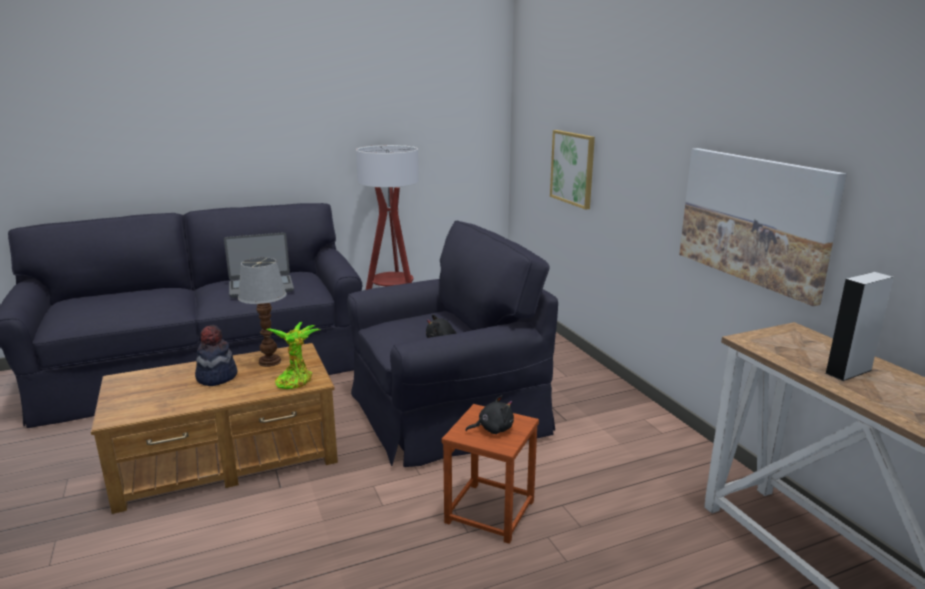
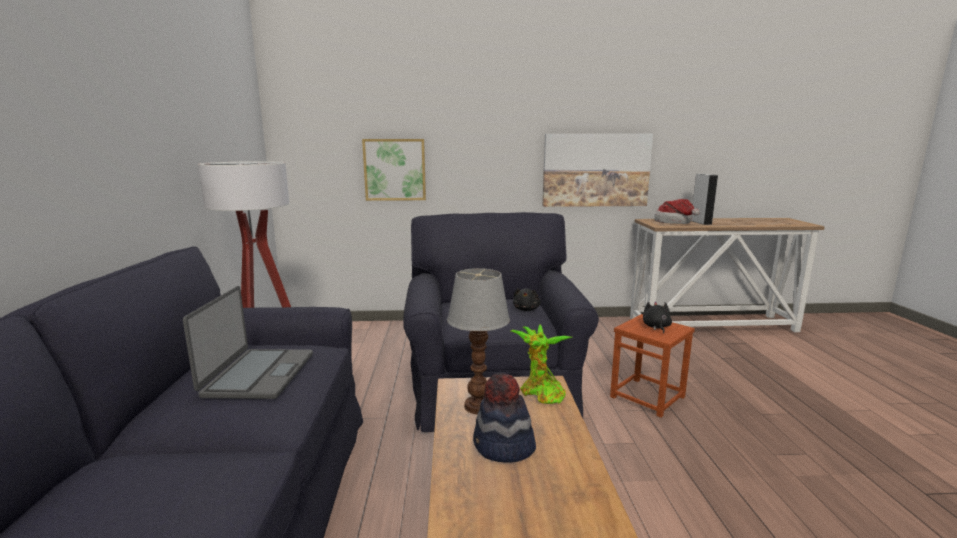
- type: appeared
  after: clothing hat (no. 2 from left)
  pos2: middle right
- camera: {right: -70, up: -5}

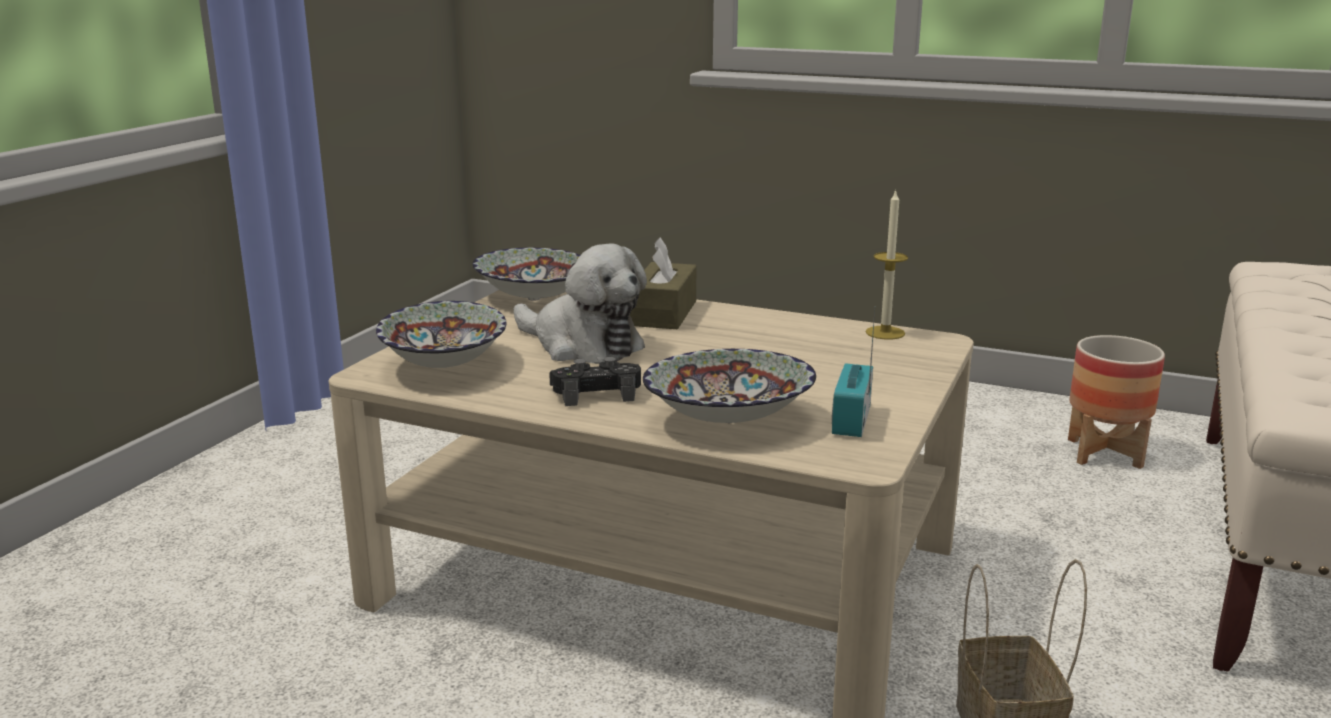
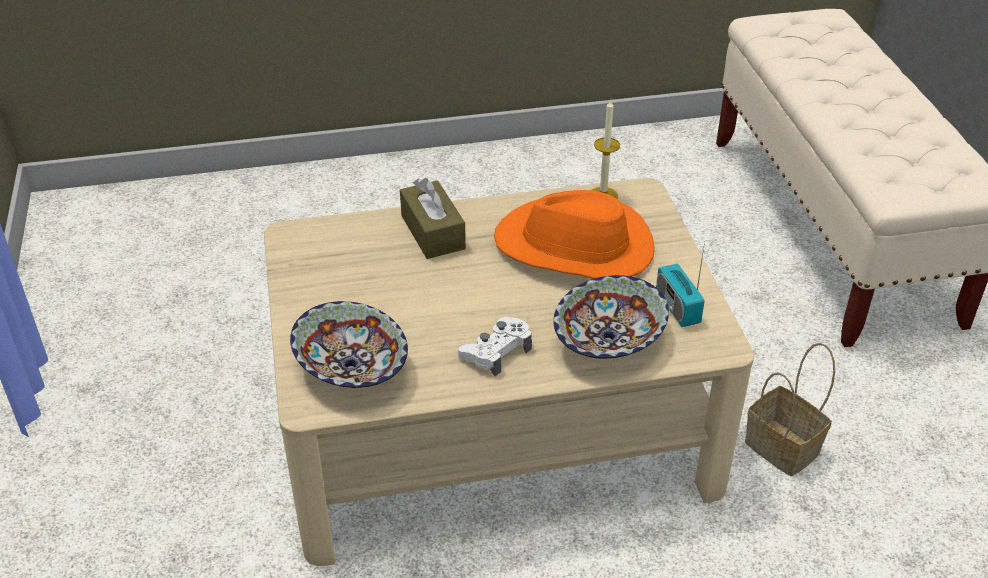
- type: missing
  before: serving bowl (no. 2 from left)
  pos1: centre
- type: missing
  before: plush toy
  pos1: centre
- type: missing
  before: planter
  pos1: middle right
- type: appeared
  after: orange-coloured clothing hat
  pos2: centre
- type: colour
  before: black-coloured joypad
  after: white-coloured joypad
  pos1: centre
  pos2: centre
- camera: {right: -35, up: 20}

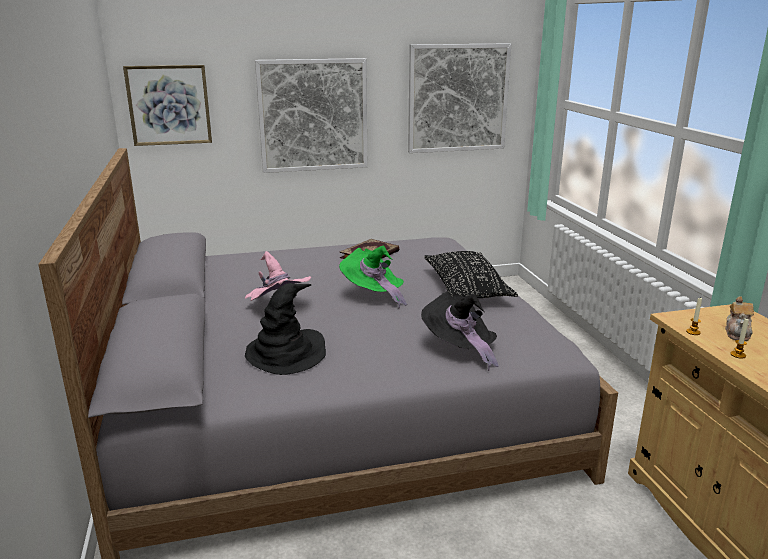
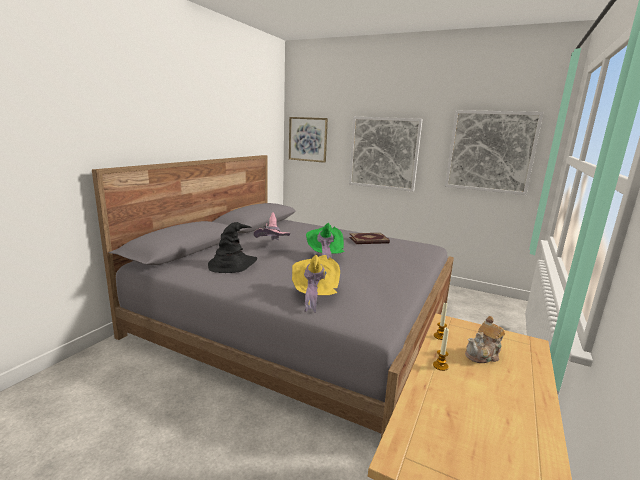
- type: missing
  before: black-coloured pillow
  pos1: centre
- type: colour
  before: black-coloured clothing hat (no. 2 from left)
  after: yellow clothing hat
  pos1: centre
  pos2: centre
- camera: {right: 40, up: -5}

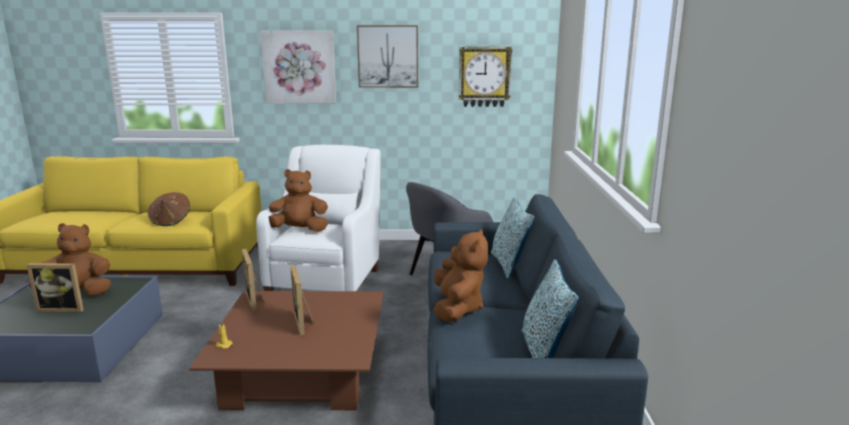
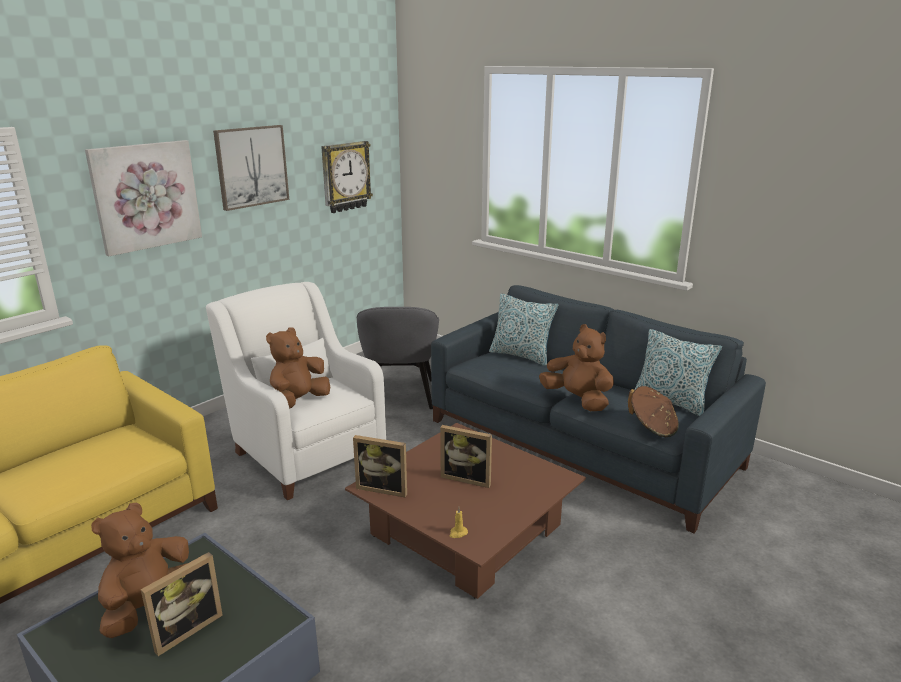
- type: relocated
  before: brown-coloured clothing hat
  pos1: middle left
  pos2: middle right
- camera: {right: -50, up: 5}

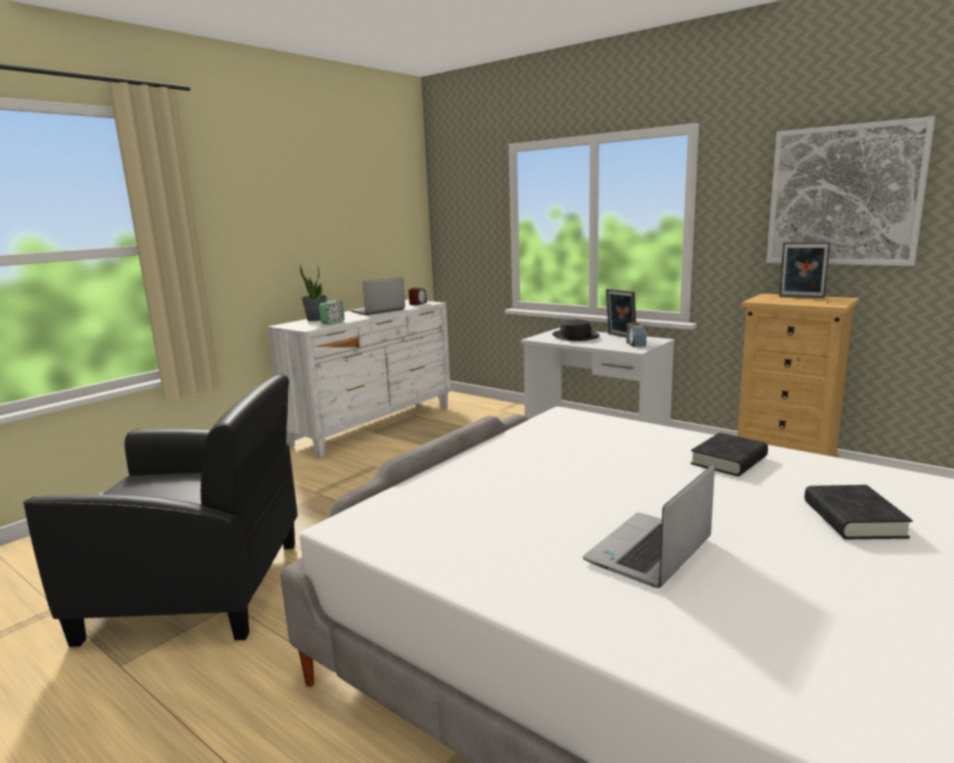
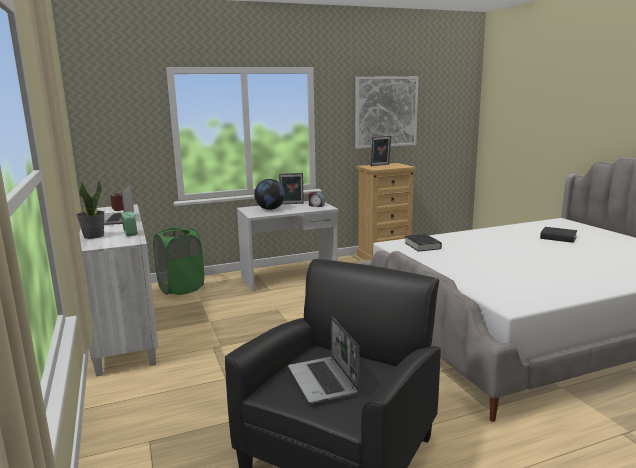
- type: appeared
  after: green washing basket
  pos2: middle left
- type: relocated
  before: laptop (no. 2 from left)
  pos1: bottom right
  pos2: bottom centre
- type: relocated
  before: black-coloured volume (no. 1 from left)
  pos1: middle right
  pos2: centre
- type: exchanged
  before: black-coloured clothing hat
  after: world globe
  pos1: centre
  pos2: centre
- camera: {right: -60, up: 0}

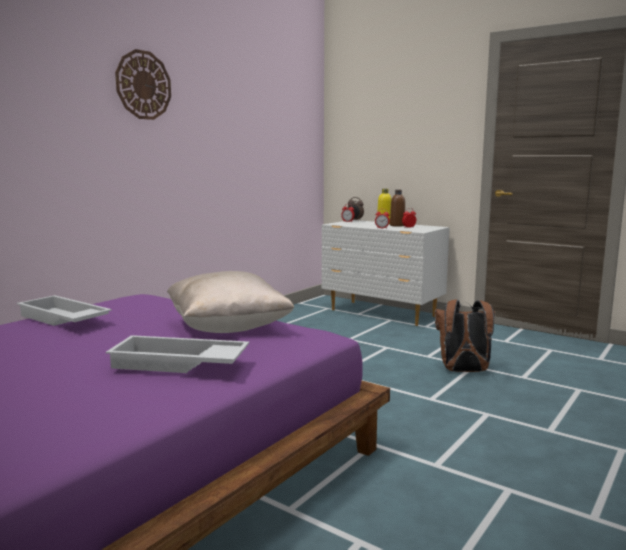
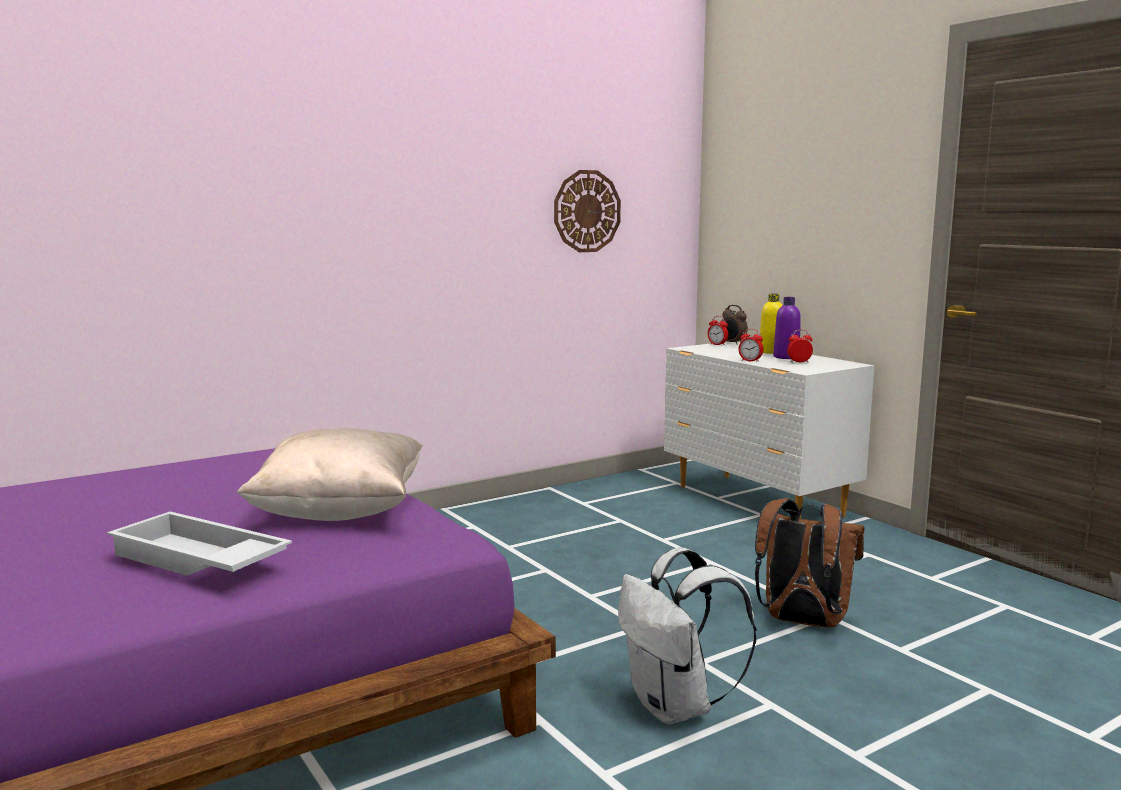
- type: missing
  before: white-coloured serving tray (no. 1 from left)
  pos1: middle left
- type: appeared
  after: white-coloured knapsack
  pos2: bottom centre
- type: relocated
  before: hanging clock
  pos1: top left
  pos2: top centre
- type: colour
  before: brown-coloured drink bottle
  after: purplish drink bottle
  pos1: centre
  pos2: middle right
- camera: {right: 20, up: 0}

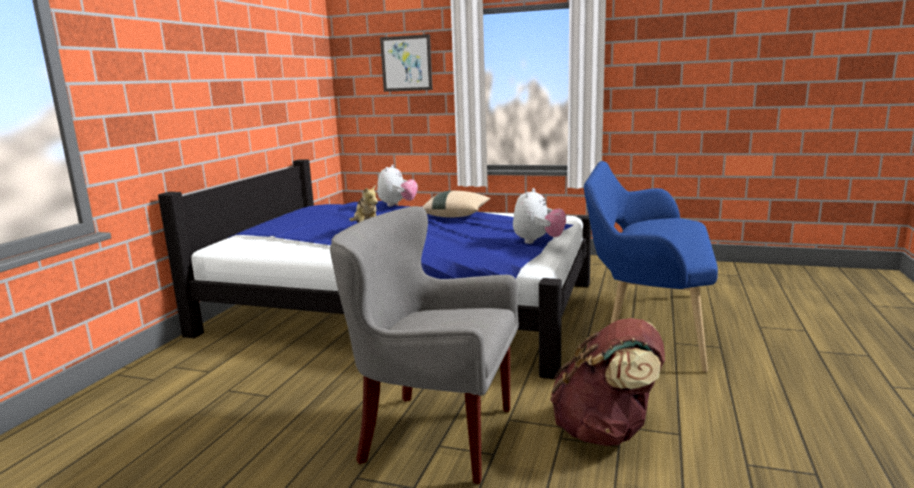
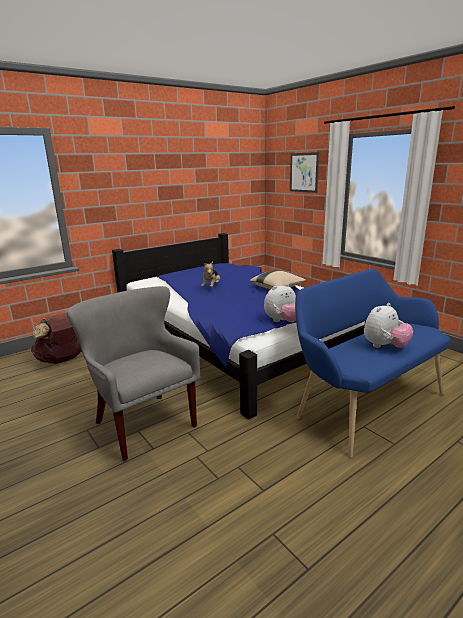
- type: relocated
  before: plush toy (no. 2 from left in the first image)
  after: plush toy (no. 3 from left)
  pos1: centre
  pos2: middle right
- type: relocated
  before: brown-coloured knapsack
  pos1: bottom centre
  pos2: middle left
- camera: {right: 35, up: 5}

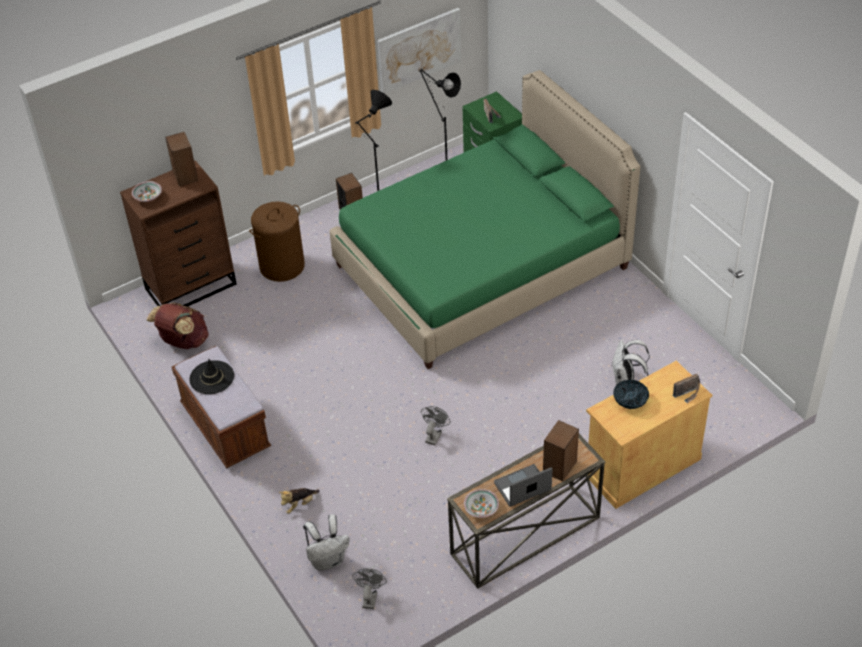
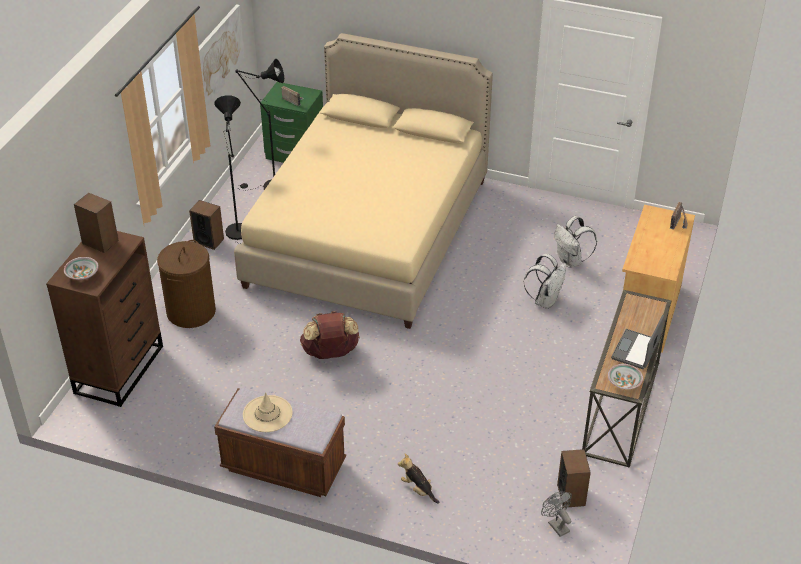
- type: missing
  before: grey electric fan (no. 2 from left)
  pos1: centre
- type: missing
  before: serving bowl (no. 3 from left)
  pos1: middle right
- type: relocated
  before: brown-coloured knapsack
  pos1: middle left
  pos2: centre
- type: relocated
  before: white-coloured knapsack (no. 1 from left)
  pos1: bottom centre
  pos2: middle right
- type: relocated
  before: loudspeaker (no. 3 from left)
  pos1: bottom centre
  pos2: bottom right
- type: colour
  before: black-coloured clothing hat
  after: beige clothing hat
  pos1: middle left
  pos2: bottom centre
- type: colour
  before: green bed
  after: beige bed
  pos1: centre
  pos2: top centre
- type: spun
  before: plush toy
  pos1: bottom centre
  pos2: bottom centre
  turn: 120
- camera: {right: -40, up: -5}

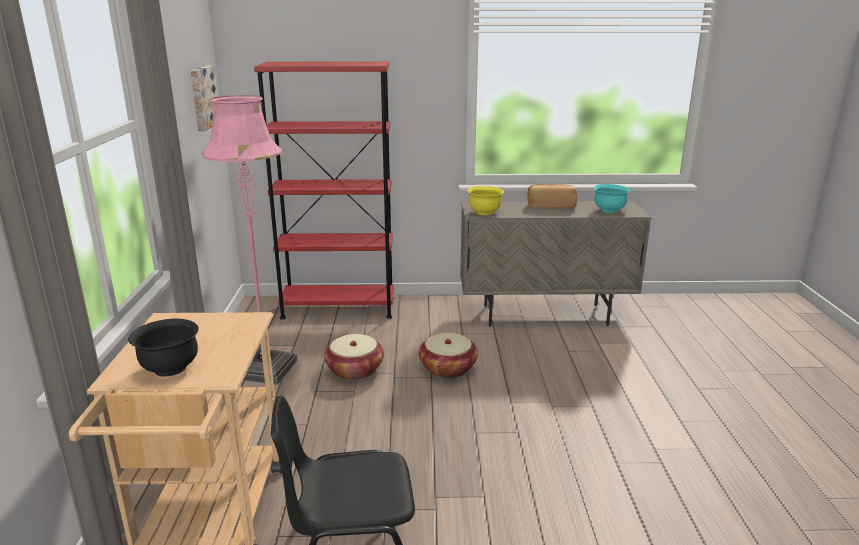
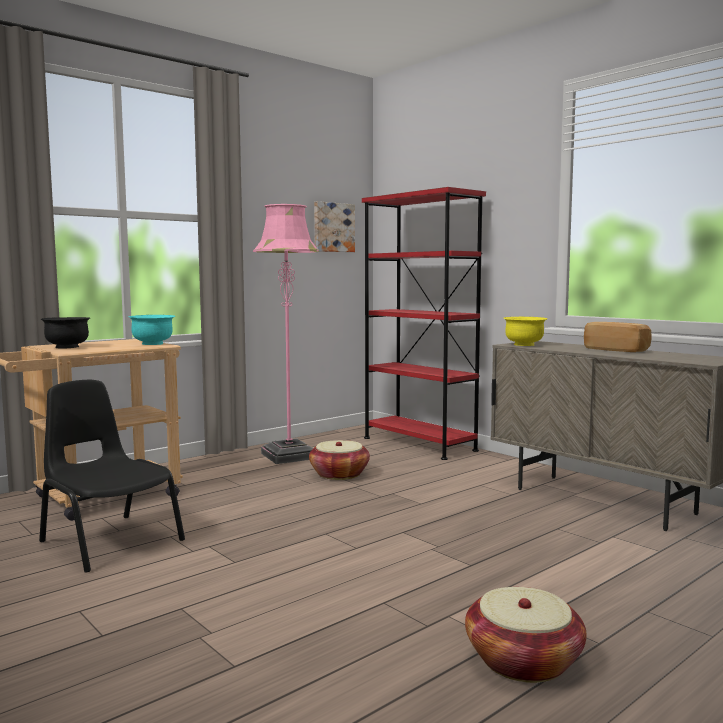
- type: relocated
  before: storage basket (no. 2 from left)
  pos1: centre
  pos2: bottom right
- type: relocated
  before: turquoise serving bowl
  pos1: middle right
  pos2: middle left
- camera: {right: 50, up: -15}

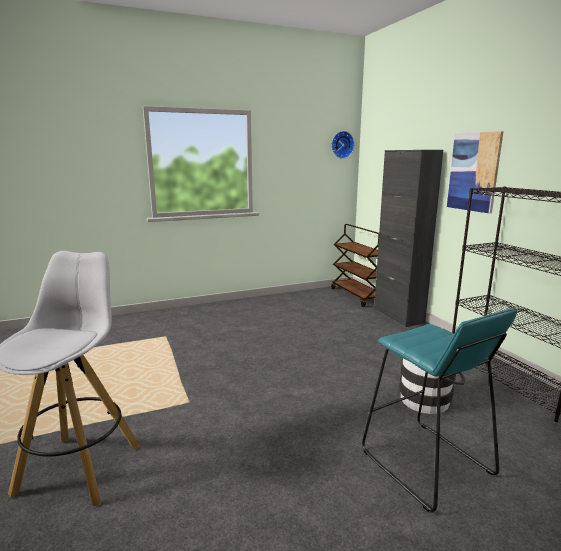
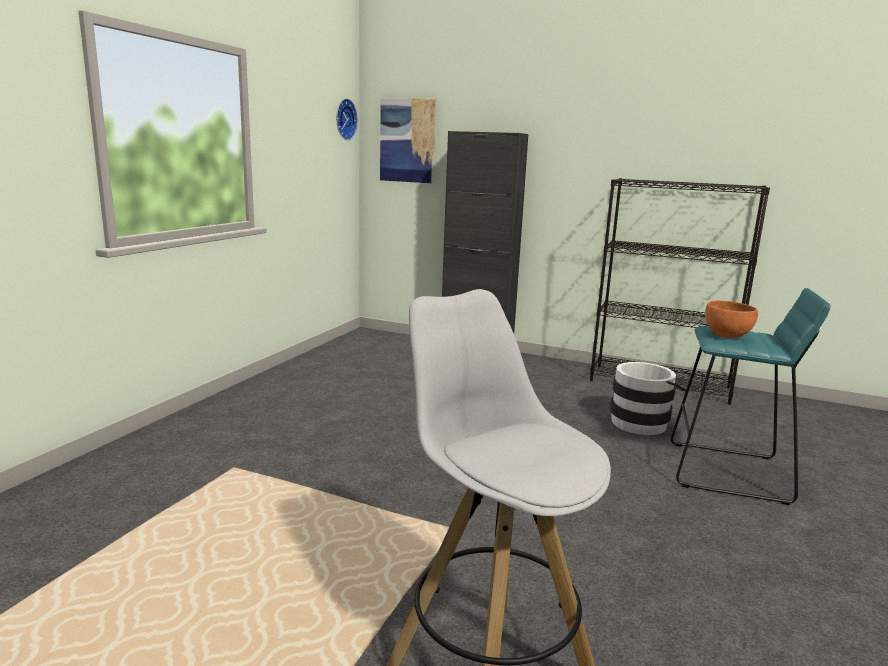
- type: missing
  before: brown-coloured wheeled cart
  pos1: centre
- type: appeared
  after: orange-coloured serving bowl
  pos2: middle right
- type: relocated
  before: wall art
  pos1: top right
  pos2: top centre
- camera: {right: -45, up: 0}

